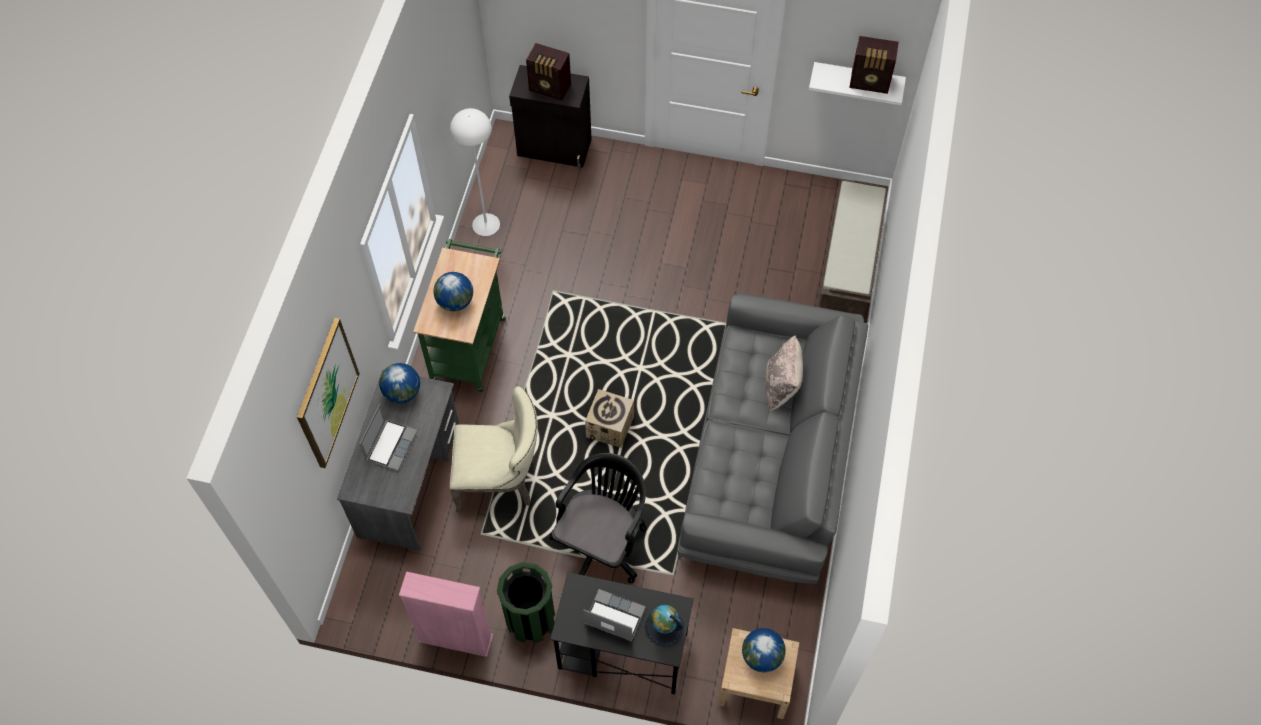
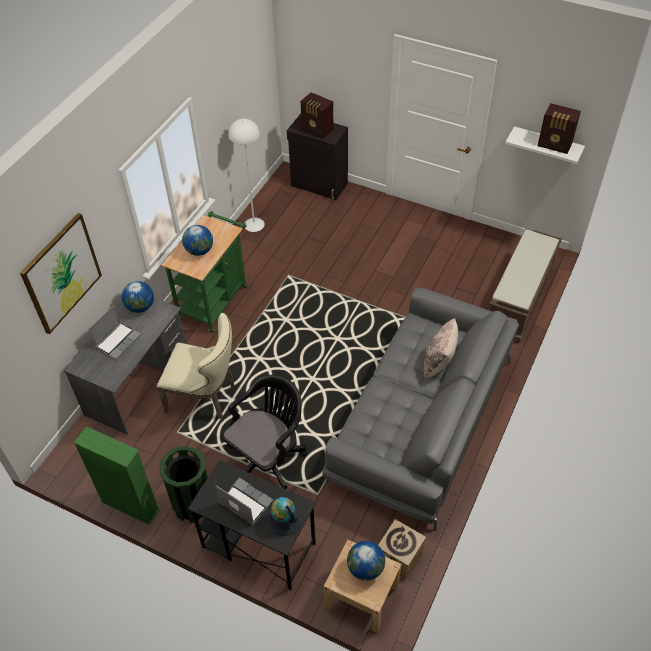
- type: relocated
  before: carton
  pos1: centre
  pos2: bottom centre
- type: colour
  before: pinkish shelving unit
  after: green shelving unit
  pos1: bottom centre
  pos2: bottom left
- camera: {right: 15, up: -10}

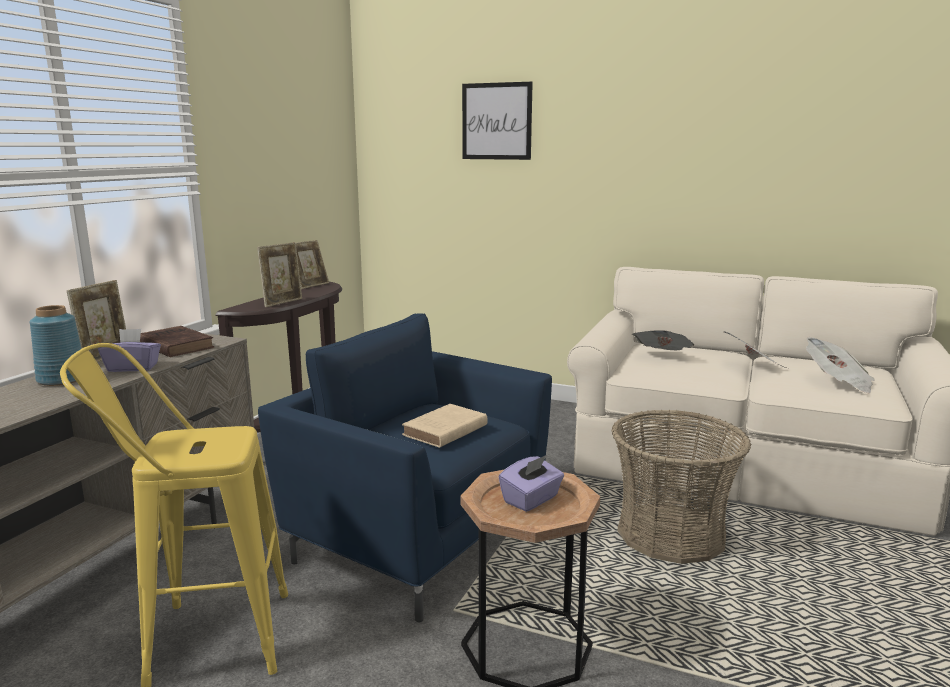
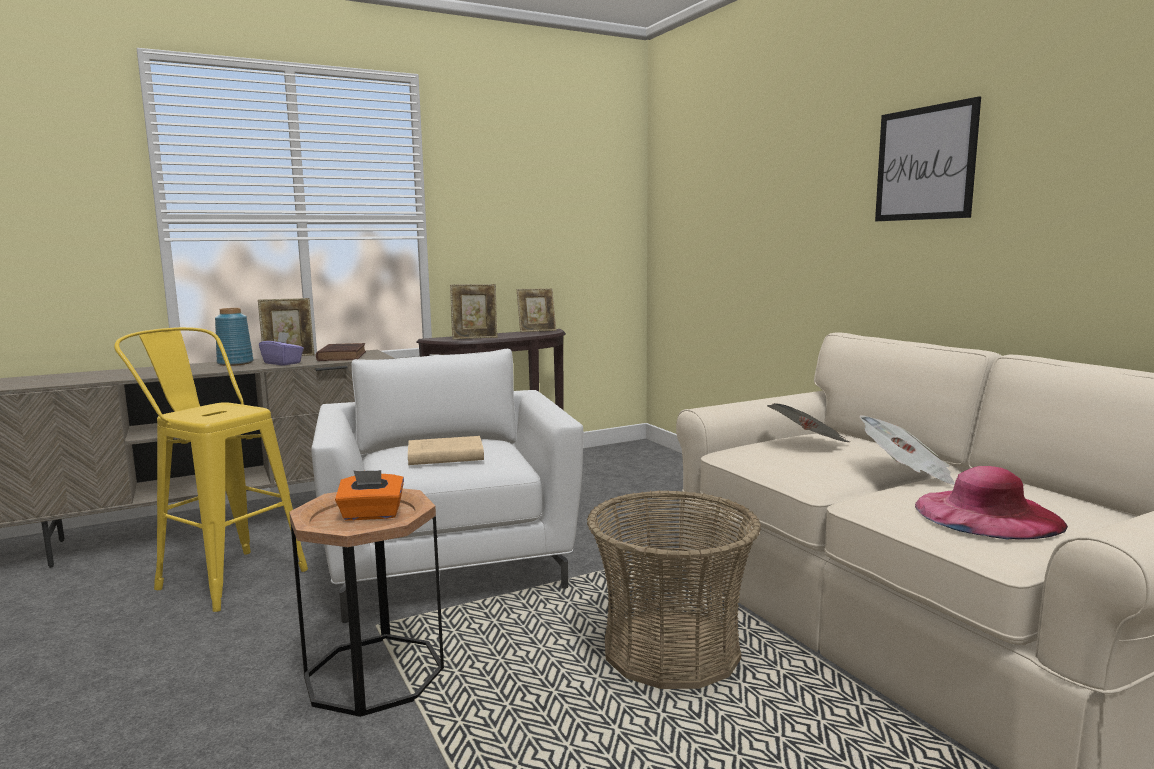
- type: relocated
  before: wall art
  pos1: top centre
  pos2: top right
- type: exchanged
  before: printed paper (no. 3 from left)
  after: pinkish clothing hat
  pos1: middle right
  pos2: middle right
- type: colour
  before: blue-coloured armchair
  after: white-coloured armchair
  pos1: bottom centre
  pos2: centre
- type: colour
  before: purplish tissue box (no. 2 from left)
  after: orange-coloured tissue box
  pos1: bottom centre
  pos2: middle left
- camera: {right: 40, up: -5}

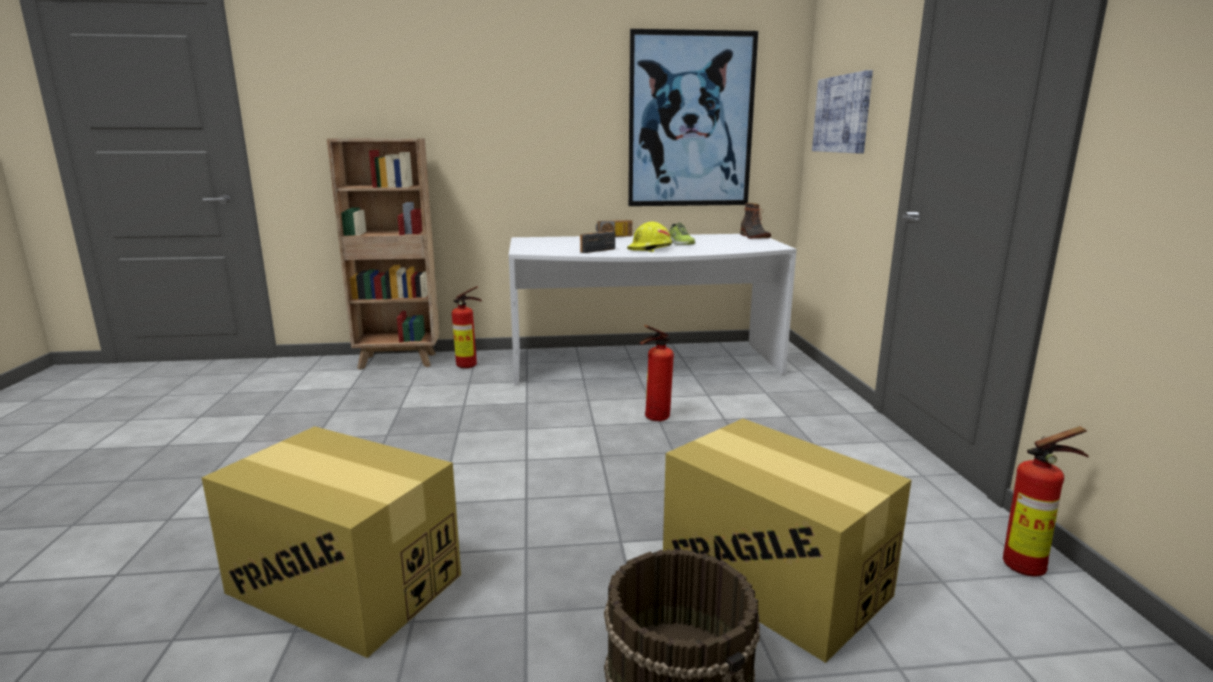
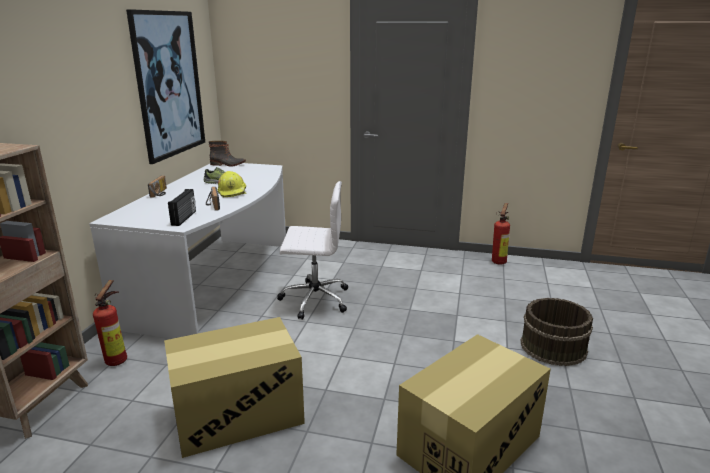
- type: missing
  before: wall art (no. 2 from left)
  pos1: top right
- type: appeared
  after: radio (no. 2 from left)
  pos2: middle left
- type: relocated
  before: carton (no. 2 from left in the first image)
  after: carton (no. 1 from left)
  pos1: bottom centre
  pos2: bottom left
- type: exchanged
  before: fire extinguisher (no. 2 from left)
  after: white-coloured office chair
  pos1: centre
  pos2: centre
- camera: {right: -70, up: 5}

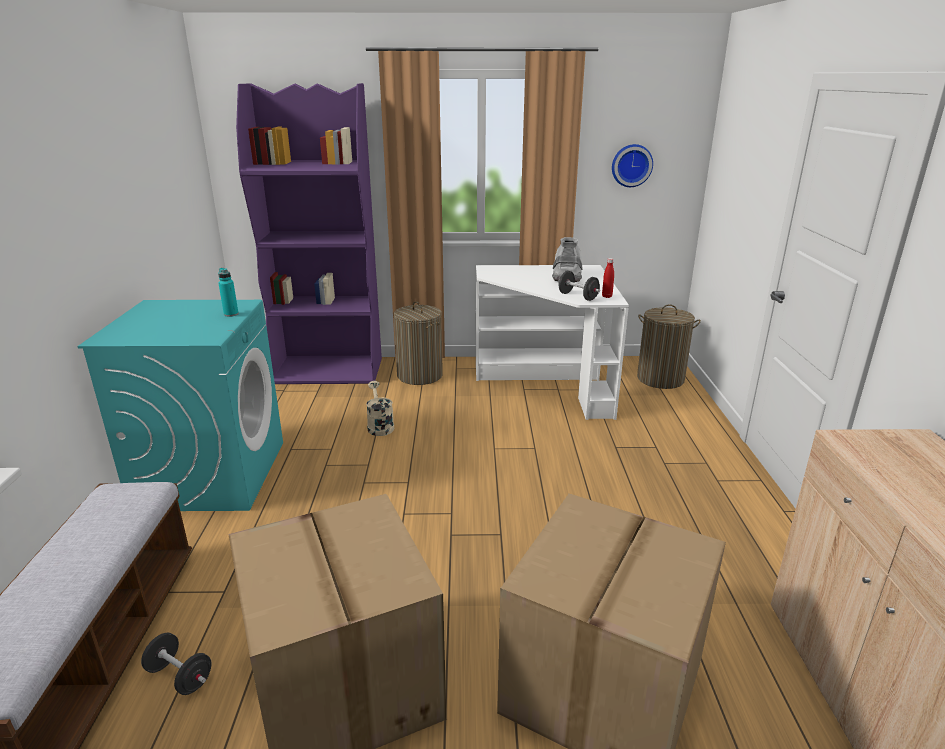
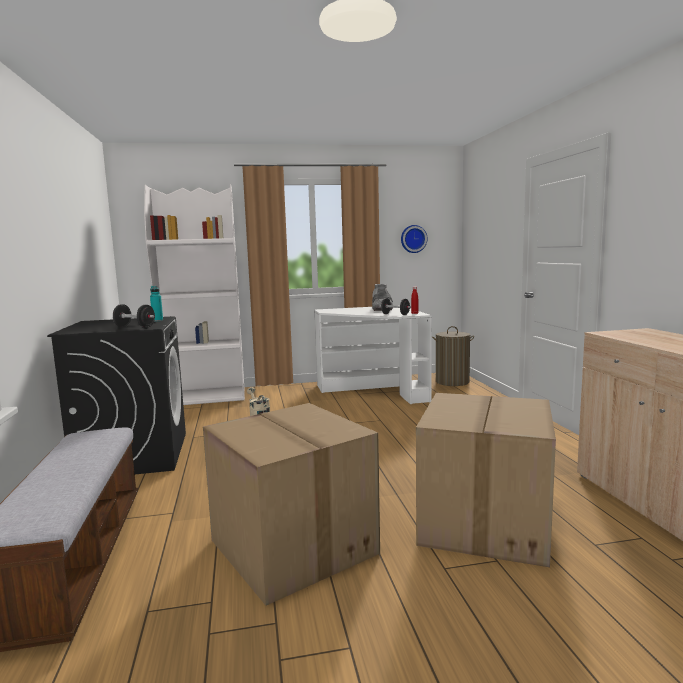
- type: missing
  before: washing basket (no. 1 from left)
  pos1: centre
- type: relocated
  before: black-coloured free weight (no. 1 from left)
  pos1: bottom left
  pos2: middle left
- type: colour
  before: turquoise laundry machine
  after: black-coloured laundry machine
  pos1: middle left
  pos2: middle left
- type: colour
  before: purplish shelving unit
  after: white-coloured shelving unit
  pos1: top left
  pos2: middle left
- camera: {right: -10, up: -15}

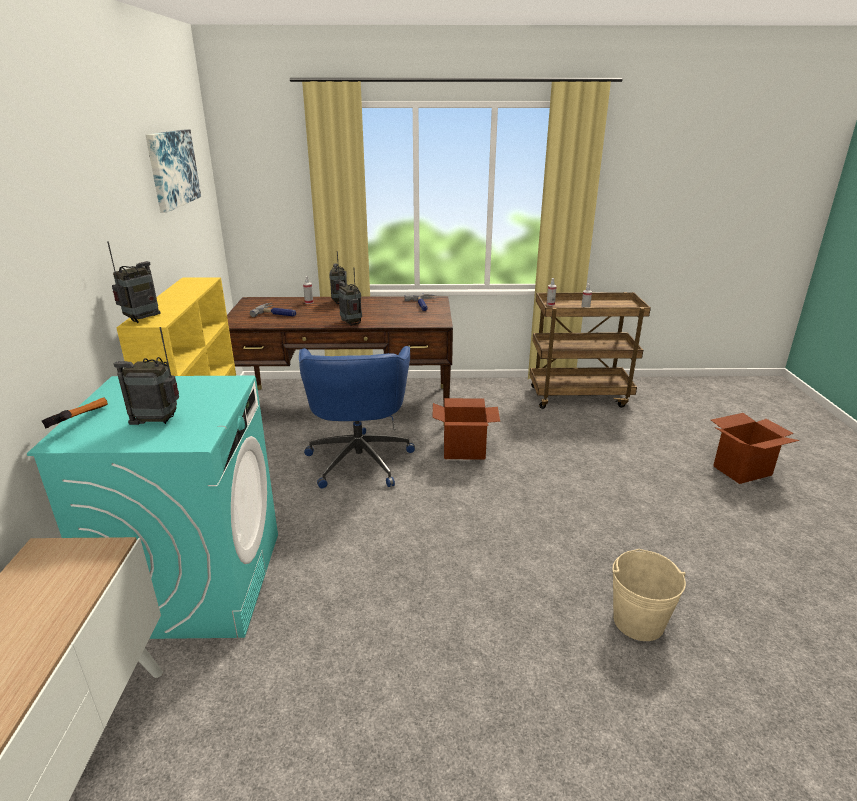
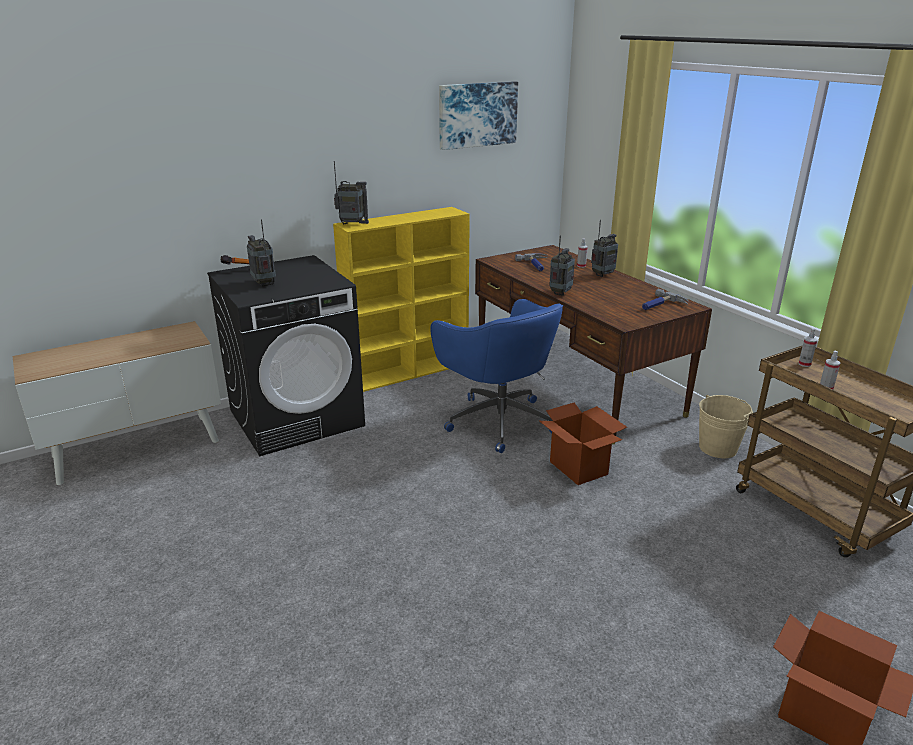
- type: relocated
  before: beige water bucket
  pos1: bottom right
  pos2: middle right
- type: colour
  before: turquoise laundry machine
  after: black-coloured laundry machine
  pos1: middle left
  pos2: middle left
- type: spun
  before: blue-coloured office chair
  pos1: centre
  pos2: centre
  turn: -90
- camera: {right: 60, up: 0}

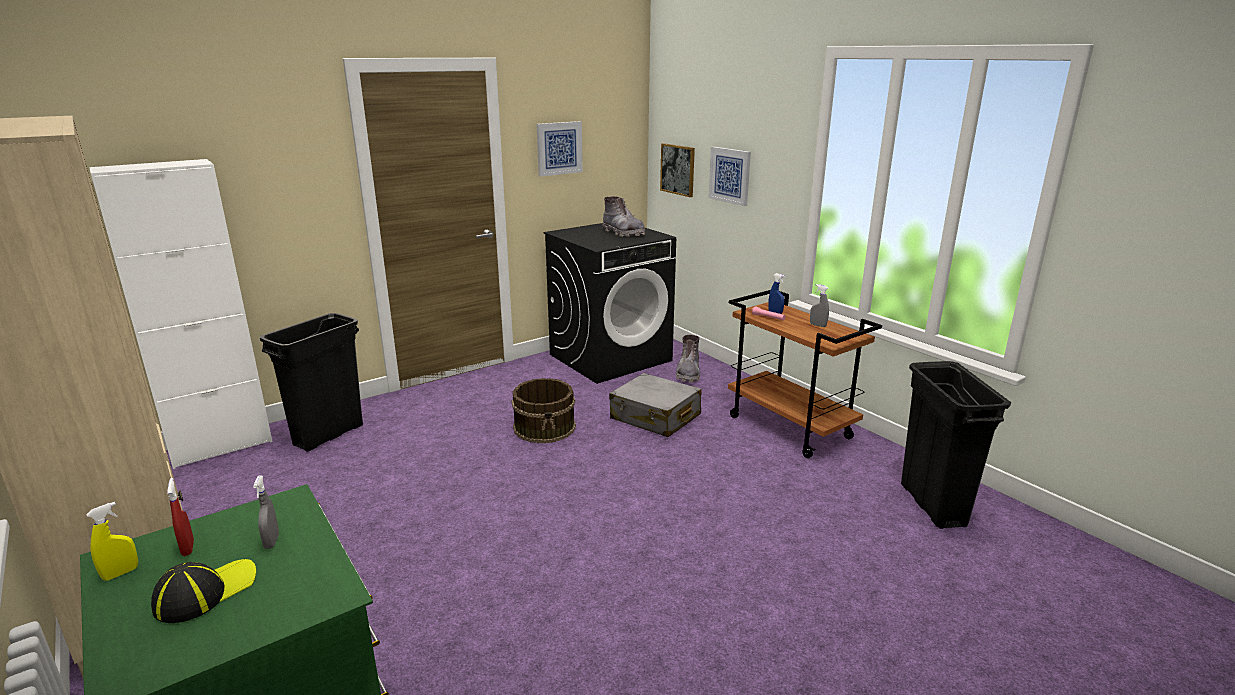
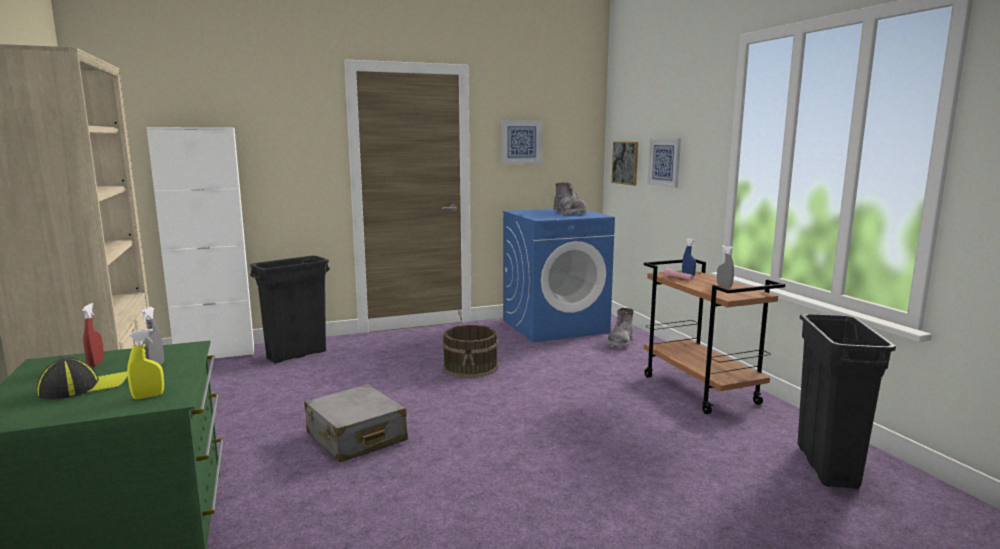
- type: relocated
  before: yellow sprayer
  pos1: bottom left
  pos2: middle left
- type: relocated
  before: grey piece of luggage
  pos1: centre
  pos2: bottom centre
- type: colour
  before: black-coloured laundry machine
  after: blue-coloured laundry machine
  pos1: centre
  pos2: centre
- camera: {right: 15, up: -10}

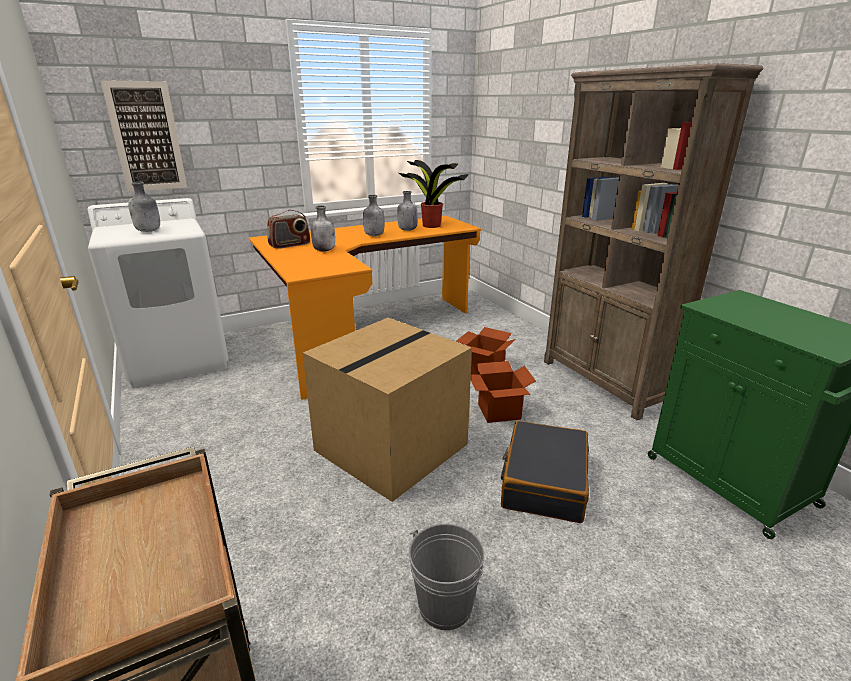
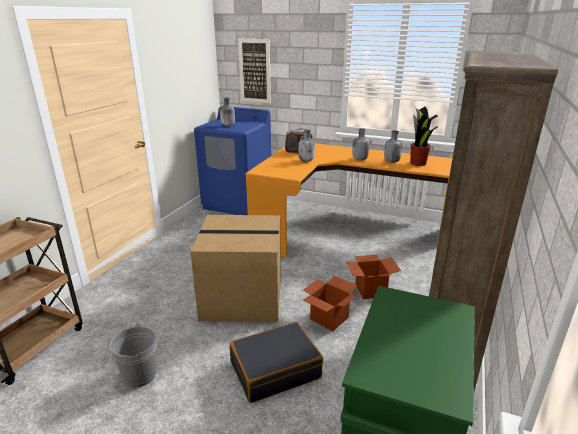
- type: colour
  before: white-coloured laundry machine
  after: blue-coloured laundry machine
  pos1: middle left
  pos2: centre
- camera: {right: 50, up: 0}

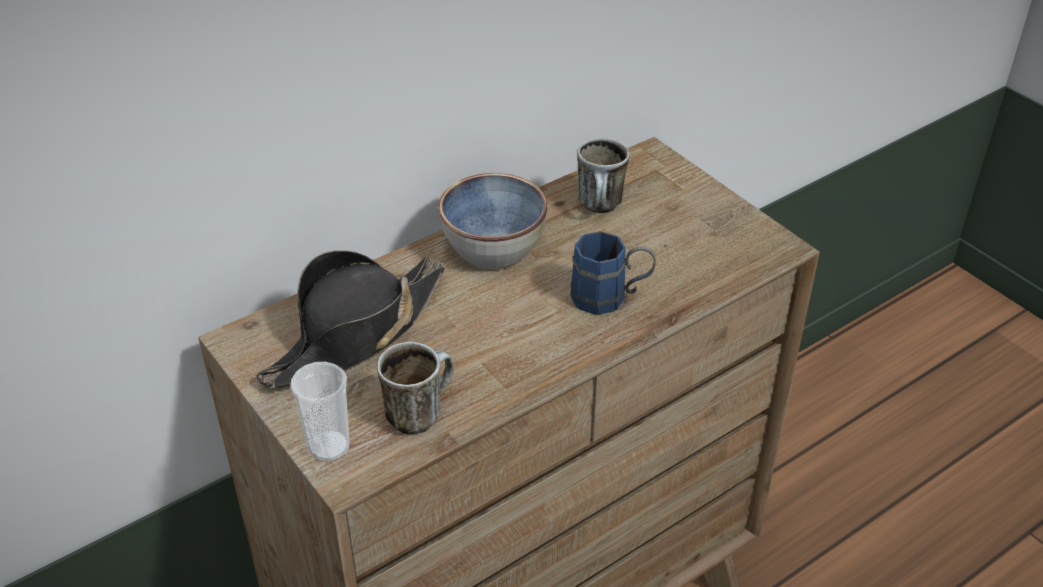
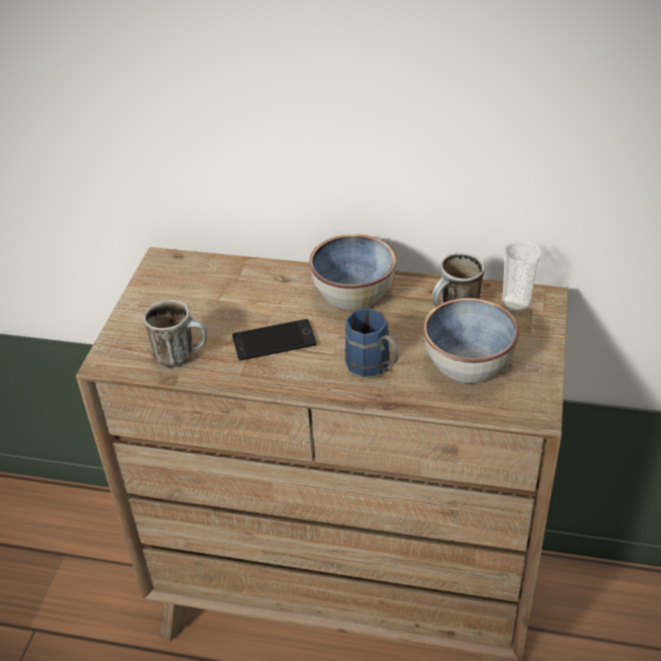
- type: missing
  before: black-coloured clothing hat
  pos1: centre
- type: appeared
  after: handset
  pos2: centre
- type: appeared
  after: serving bowl (no. 2 from left)
  pos2: middle right
- type: relocated
  before: cup
  pos1: bottom left
  pos2: middle right
- camera: {right: 50, up: 0}

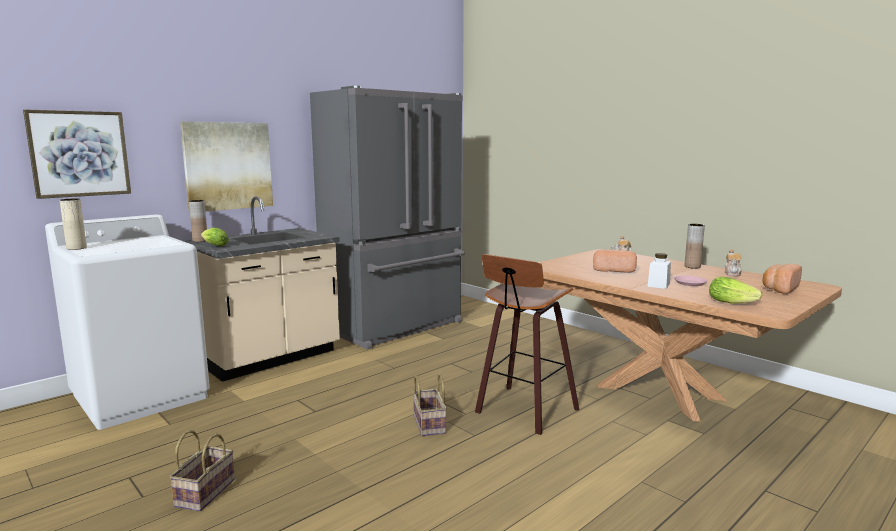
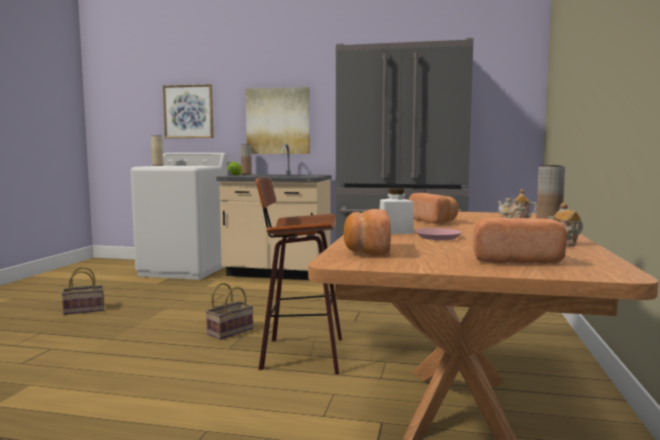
- type: exchanged
  before: lettuce head (no. 2 from left)
  after: bread (no. 1 from left)
  pos1: middle right
  pos2: centre
- camera: {right: 55, up: -5}

